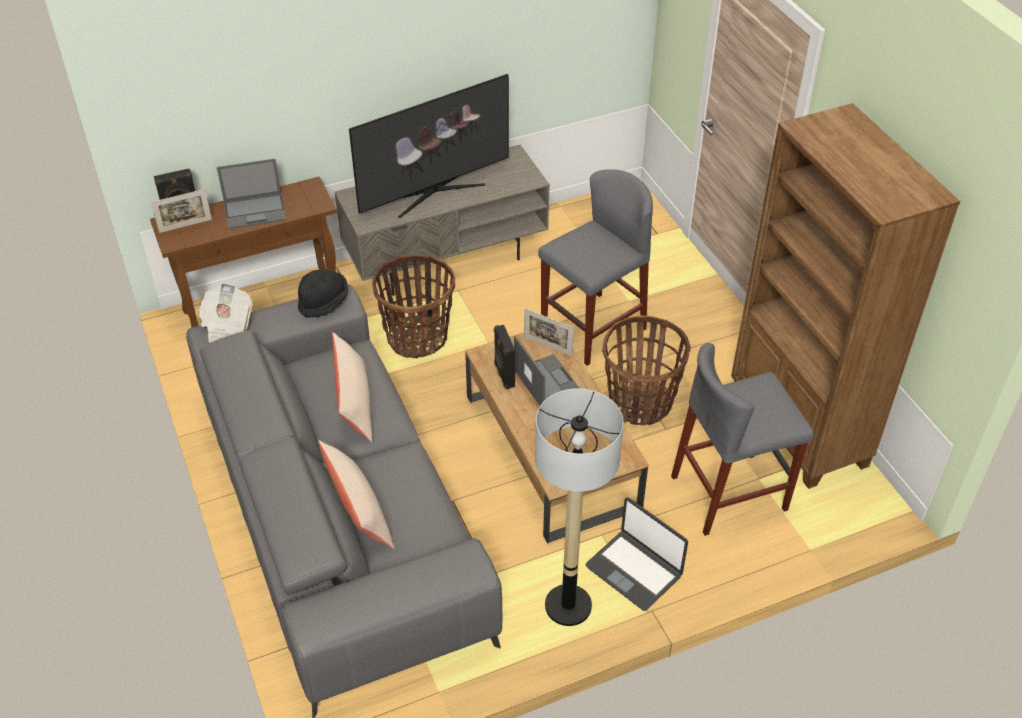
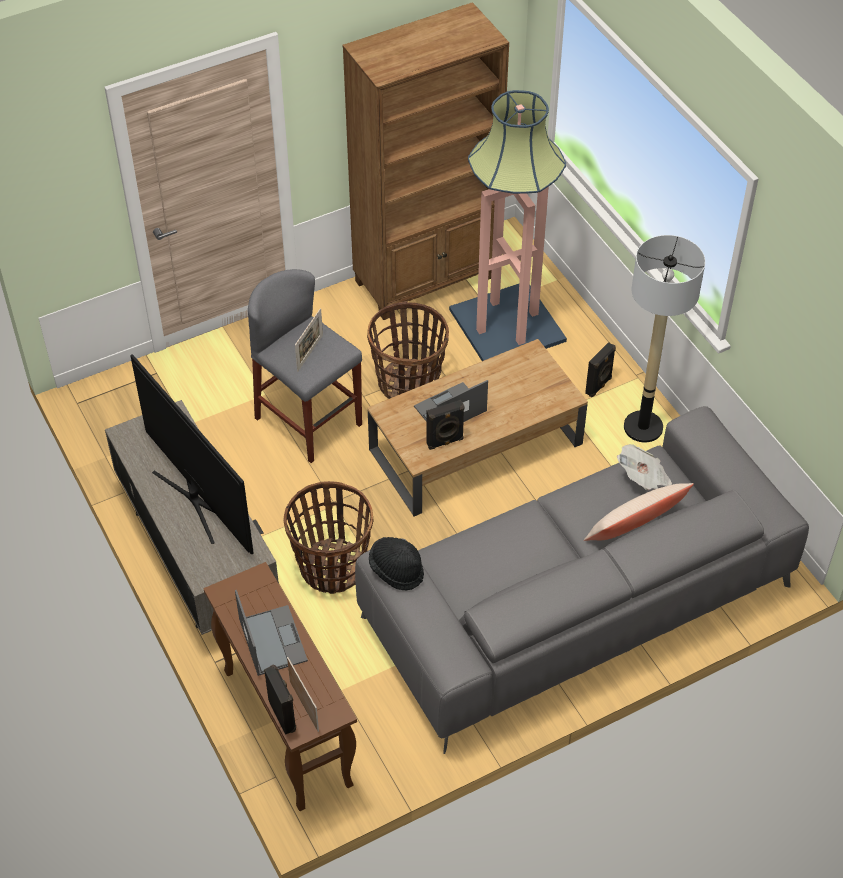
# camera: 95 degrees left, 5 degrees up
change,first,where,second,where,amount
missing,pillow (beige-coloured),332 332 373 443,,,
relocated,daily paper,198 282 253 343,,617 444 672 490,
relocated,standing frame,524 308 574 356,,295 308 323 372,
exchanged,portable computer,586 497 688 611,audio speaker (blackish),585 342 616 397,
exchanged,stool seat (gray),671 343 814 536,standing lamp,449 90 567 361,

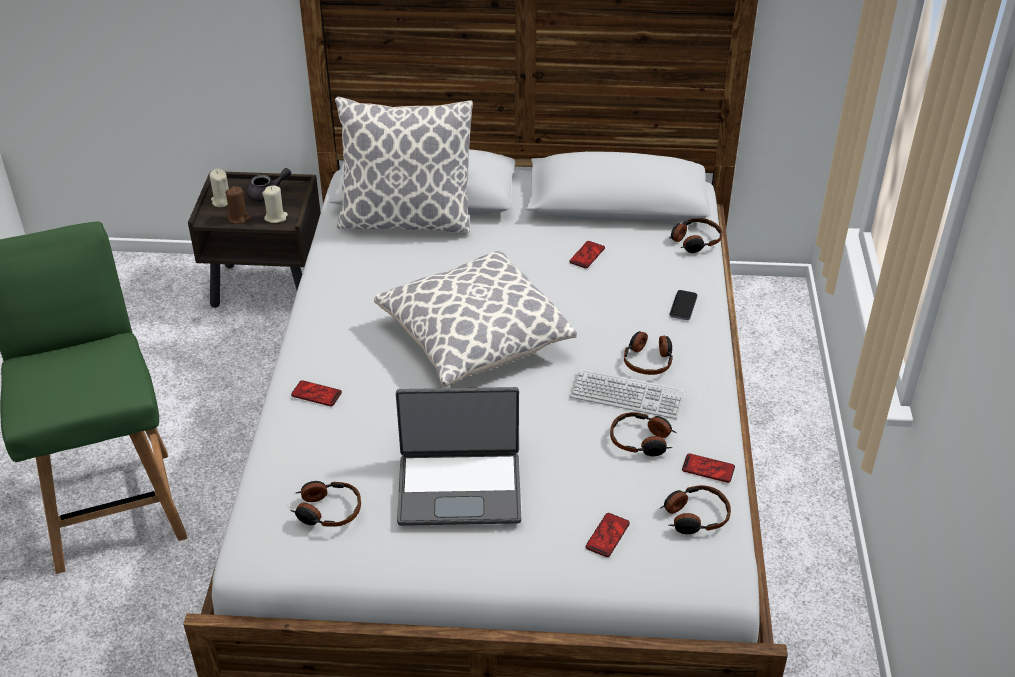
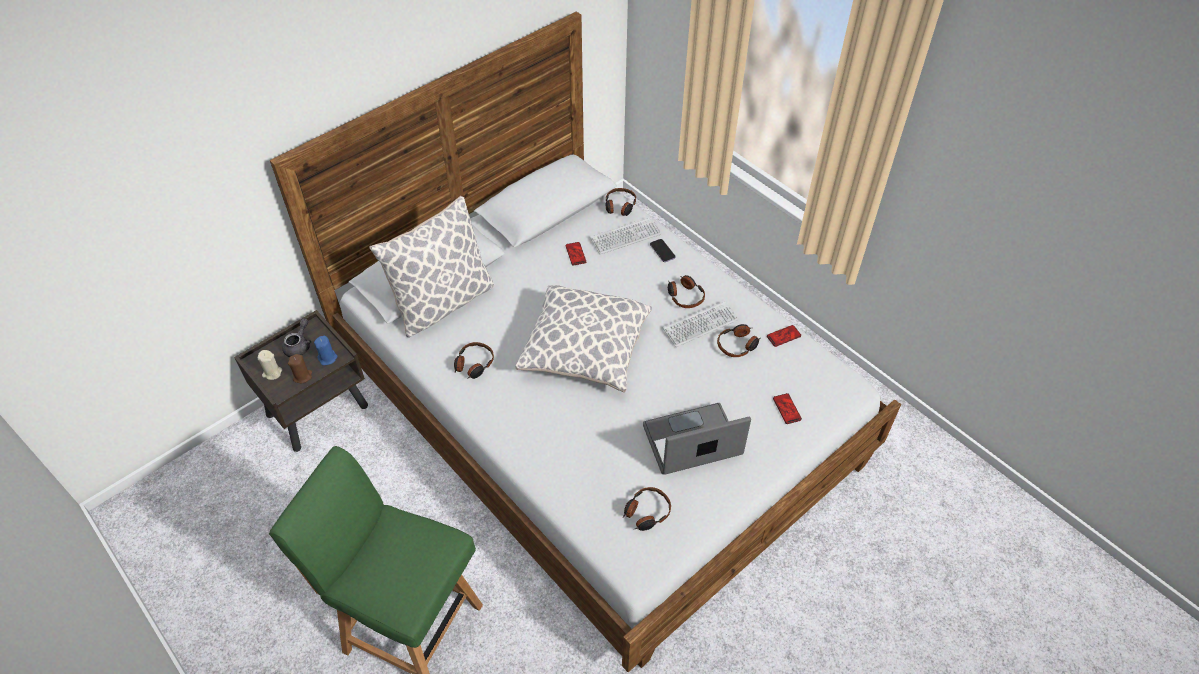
# camera: 45 degrees left, 10 degrees up
change,first,where,second,where,amount
missing,telephone,291 380 342 406,,,
appeared,,,PC keyboard,590 217 661 254,
relocated,headset,660 485 731 534,,454 342 494 379,
colour,candle (beige-coloured),262 186 288 223,candle (bluish),314 336 338 365,
spun,portable computer,396 387 521 526,,643 403 751 475,150 degrees counterclockwise

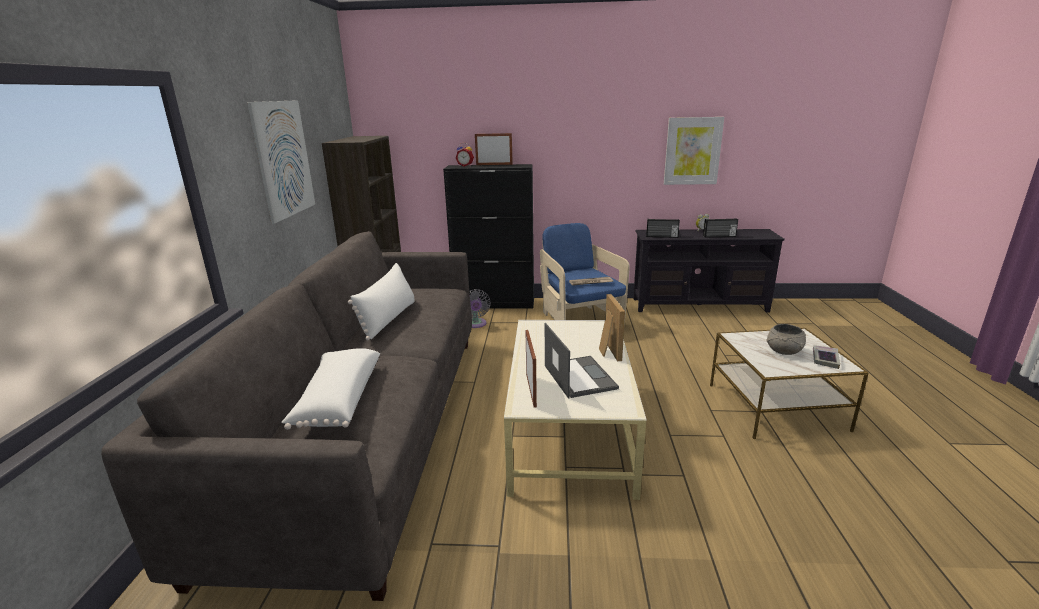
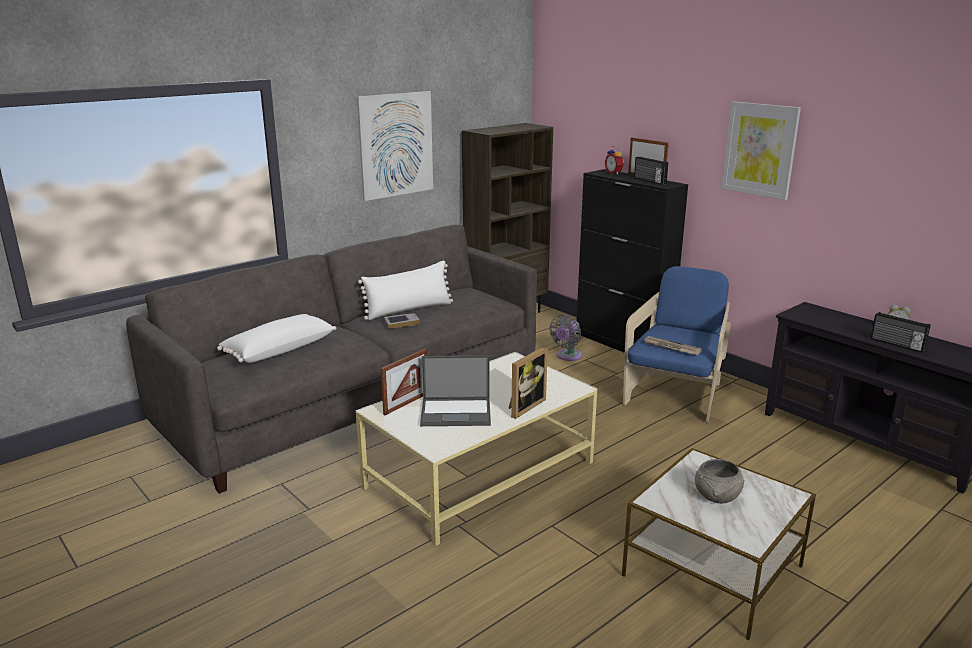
# camera: 45 degrees right, 0 degrees up
change,first,where,second,where,amount
relocated,radio receiver,646 219 680 238,,634 157 668 185,
relocated,wall art,664 117 724 185,,722 101 801 200,
relocated,bound book,813 345 840 369,,384 313 419 329,
spun,portable computer,545 323 619 398,,420 355 491 426,60 degrees clockwise

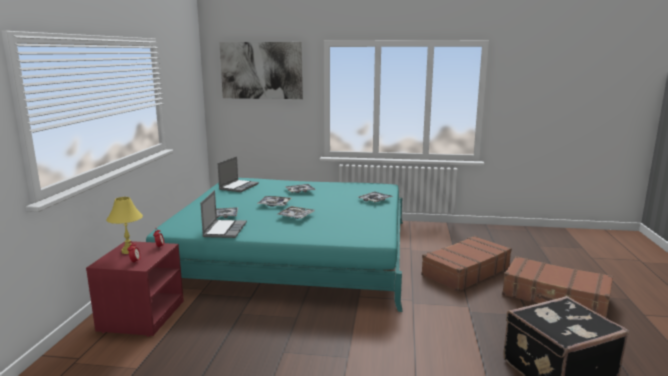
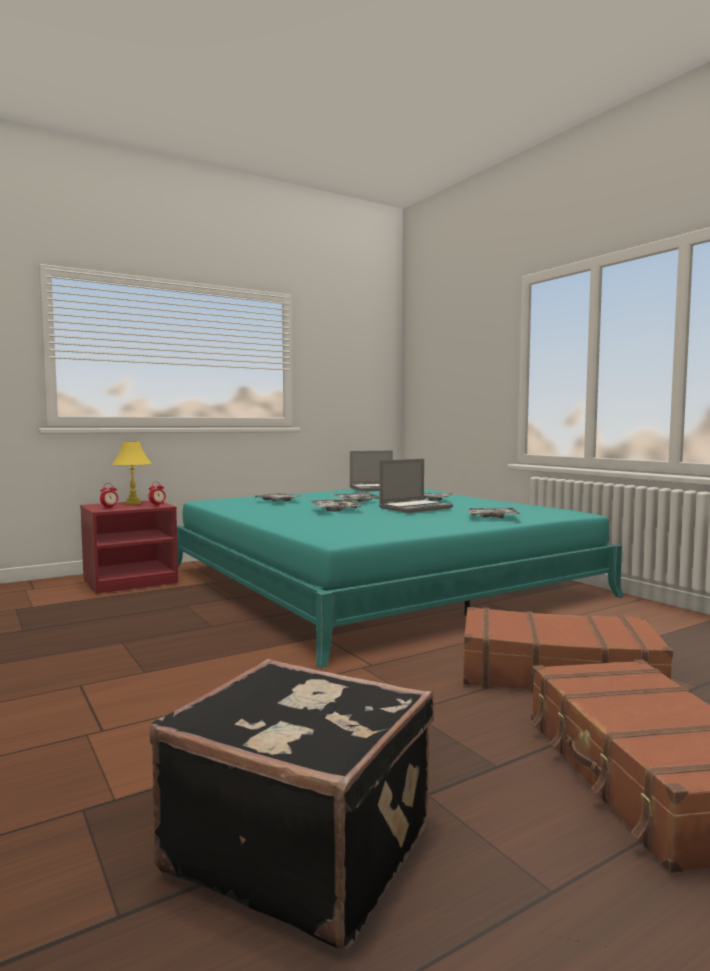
# camera: 50 degrees right, 10 degrees down
change,first,where,second,where,amount
missing,wall art,219 42 303 99,,,
relocated,portable computer,200 190 247 238,,379 459 453 513,

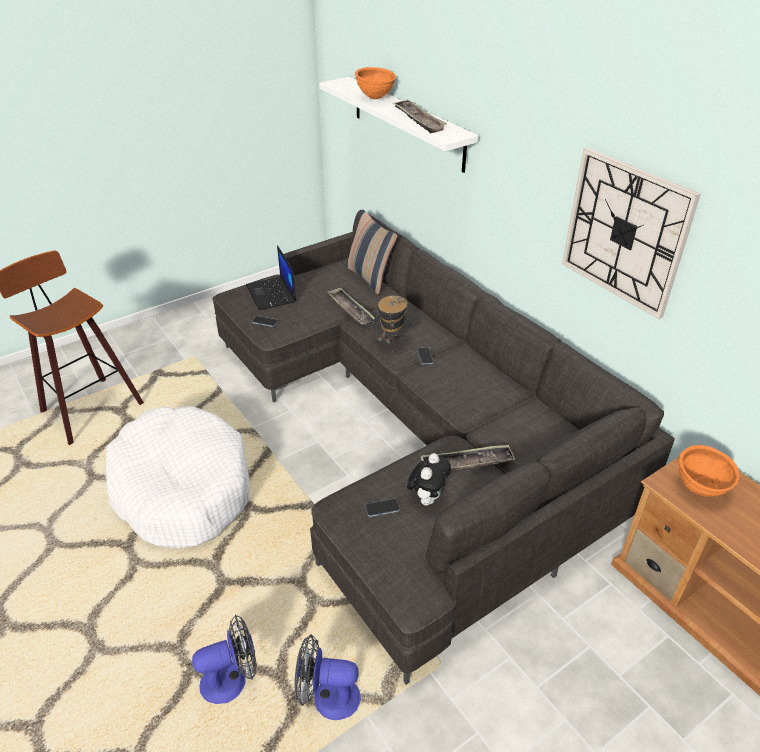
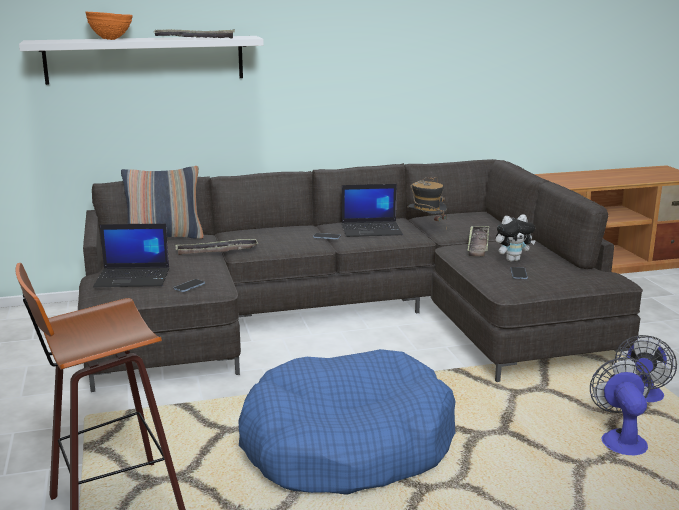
# camera: 70 degrees left, 20 degrees down
change,first,where,second,where,amount
missing,clock on the wall,562 147 701 319,,,
missing,serving bowl (orange-coloured),679 445 740 496,,,
appeared,,,portable computer,342 184 403 237,
relocated,clothing hat,373 296 412 346,,407 177 447 228,
colour,pet bed (whitish),106 406 250 549,pet bed (bluish),238 349 456 494,
spun,cuddly toy,407 453 451 506,,496 214 536 262,120 degrees clockwise

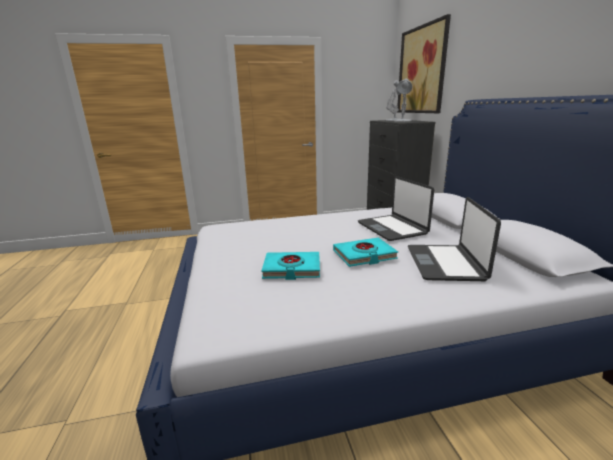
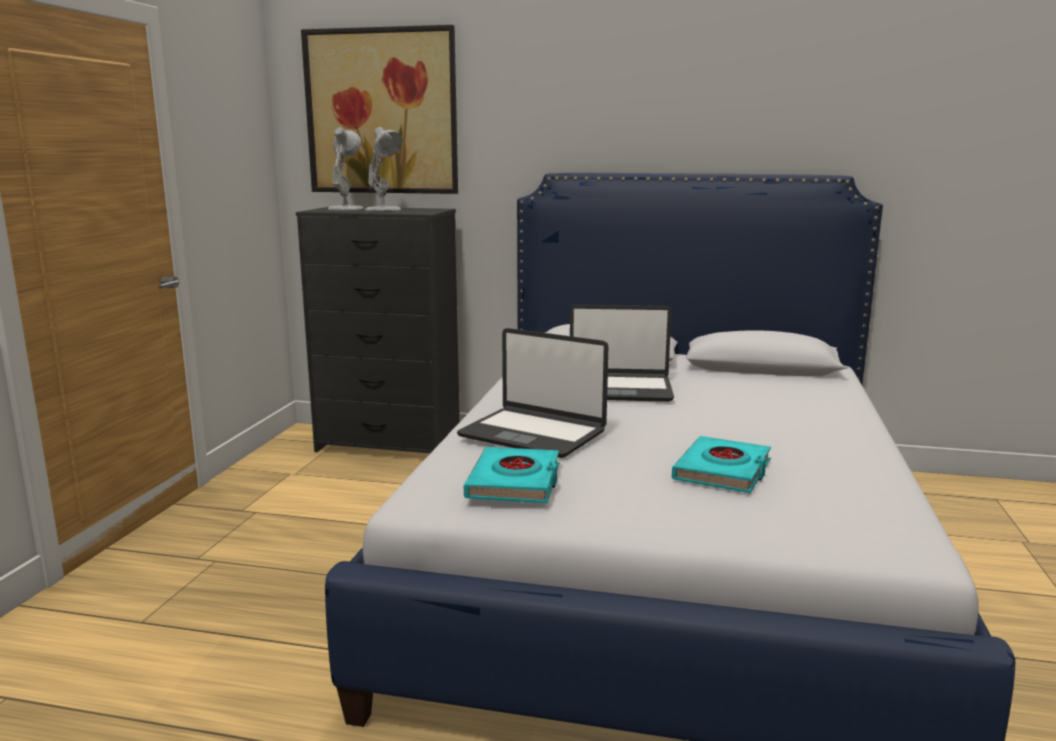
# camera: 65 degrees left, 5 degrees down
change,first,where,second,where,amount
relocated,bound book (blue-green),333 238 398 267,,464 447 560 503,
relocated,portable computer,408 197 501 281,,457 328 608 458,

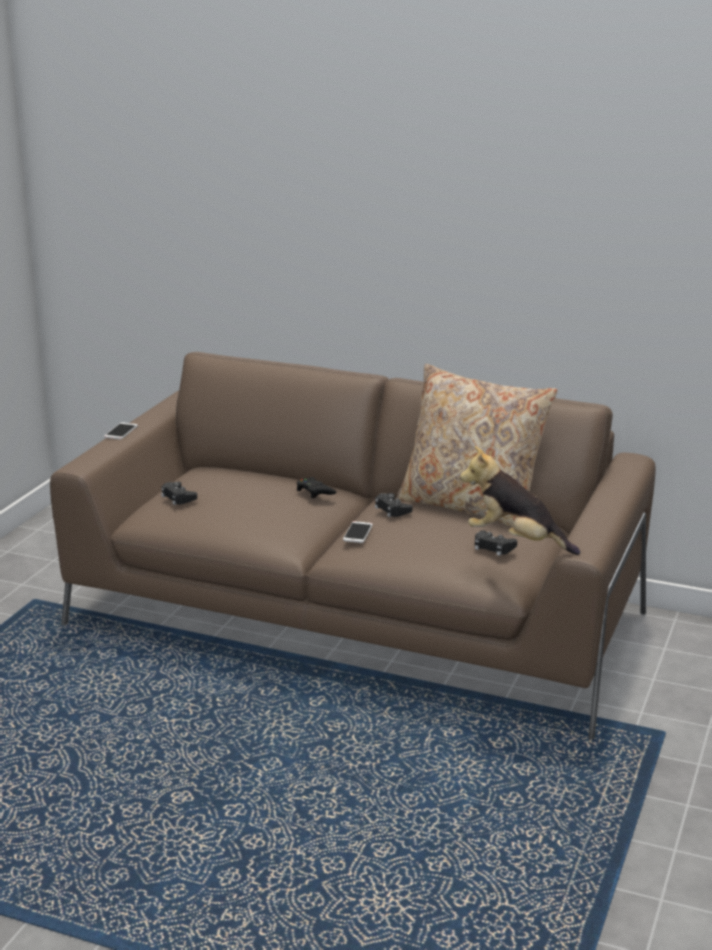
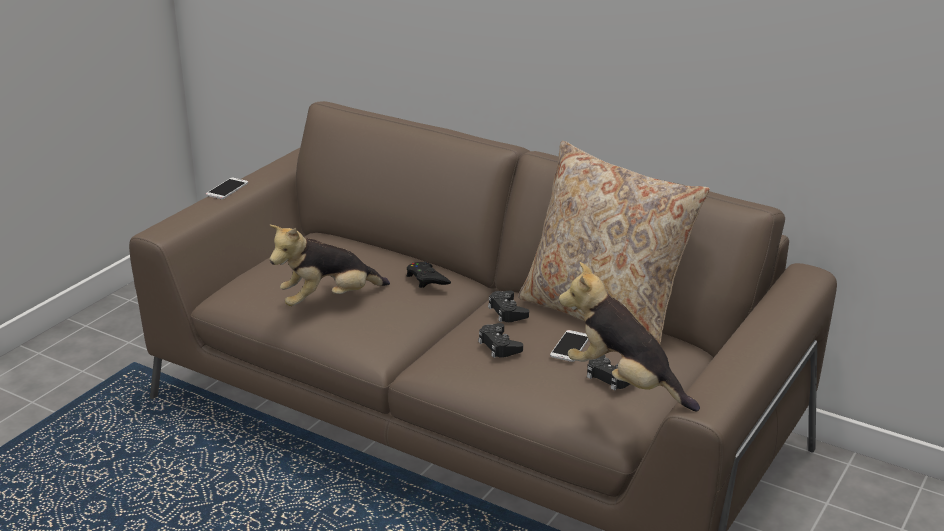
# camera: 10 degrees right, 5 degrees up
change,first,where,second,where,amount
appeared,,,cuddly toy,269 225 390 306,
relocated,joypad (blackish),161 482 197 505,,478 323 523 358,
relocated,telephone,343 521 373 543,,550 330 589 362,

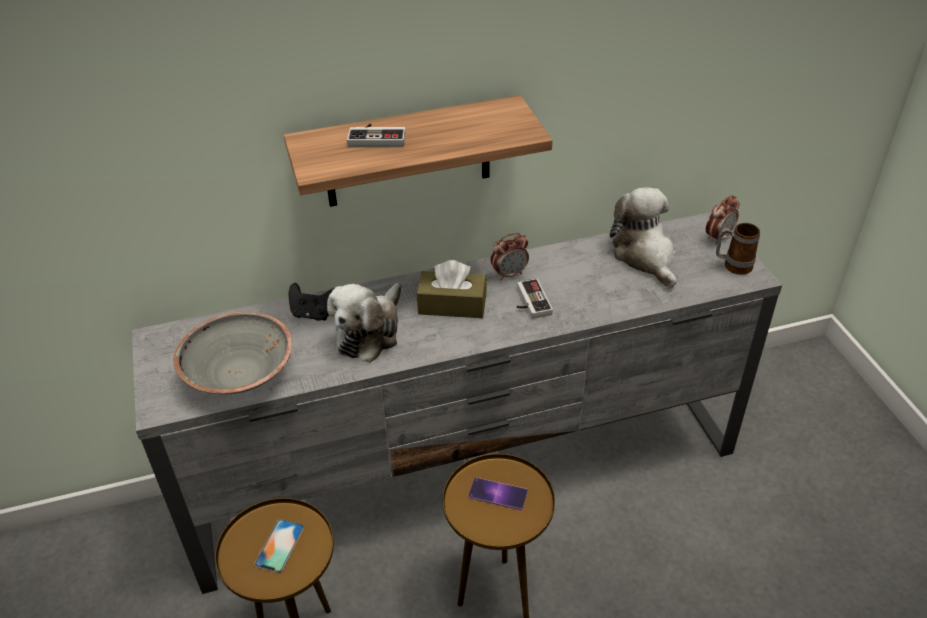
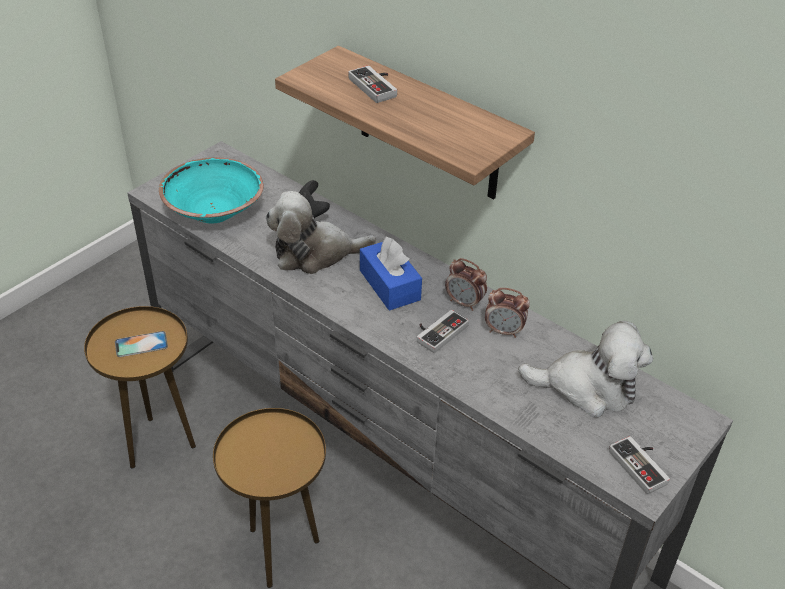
# camera: 55 degrees right, 0 degrees up
change,first,where,second,where,amount
missing,telephone,468 478 528 510,,,
relocated,alarm clock,706 195 739 244,,485 288 530 338,
exchanged,tea mug,716 223 760 275,joypad,609 436 670 494,
colour,serving bowl (gray),174 312 292 394,serving bowl (blue-green),159 157 264 224,
colour,tissue box (brown),417 260 487 318,tissue box (bluish),360 237 422 311,
spun,cuddly toy,610 188 677 288,,518 321 653 417,60 degrees clockwise

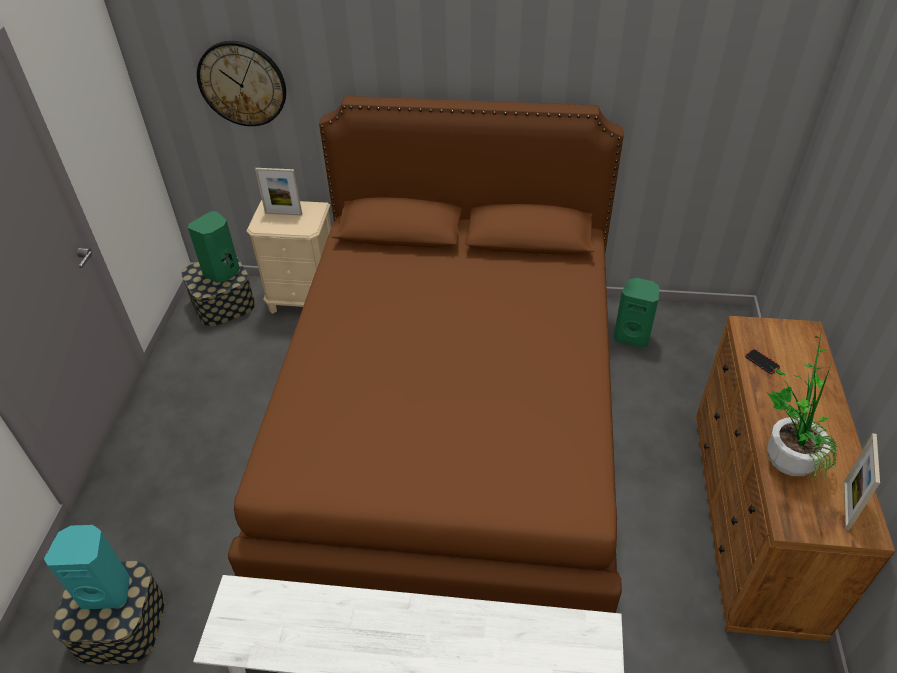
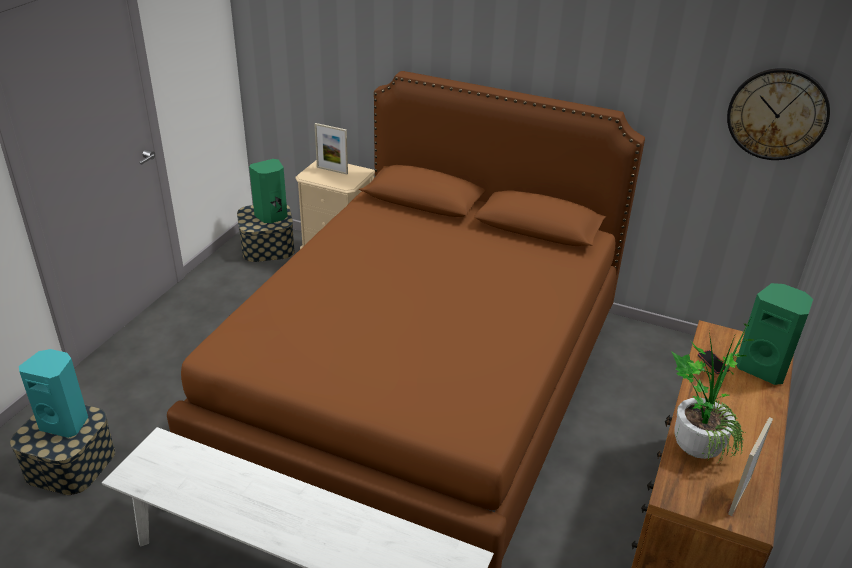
# camera: 15 degrees right, 10 degrees down
change,first,where,second,where,amount
relocated,clock on the wall,197 41 286 126,,727 68 830 160,
relocated,audio speaker (greenish),613 278 659 348,,736 283 813 385,

